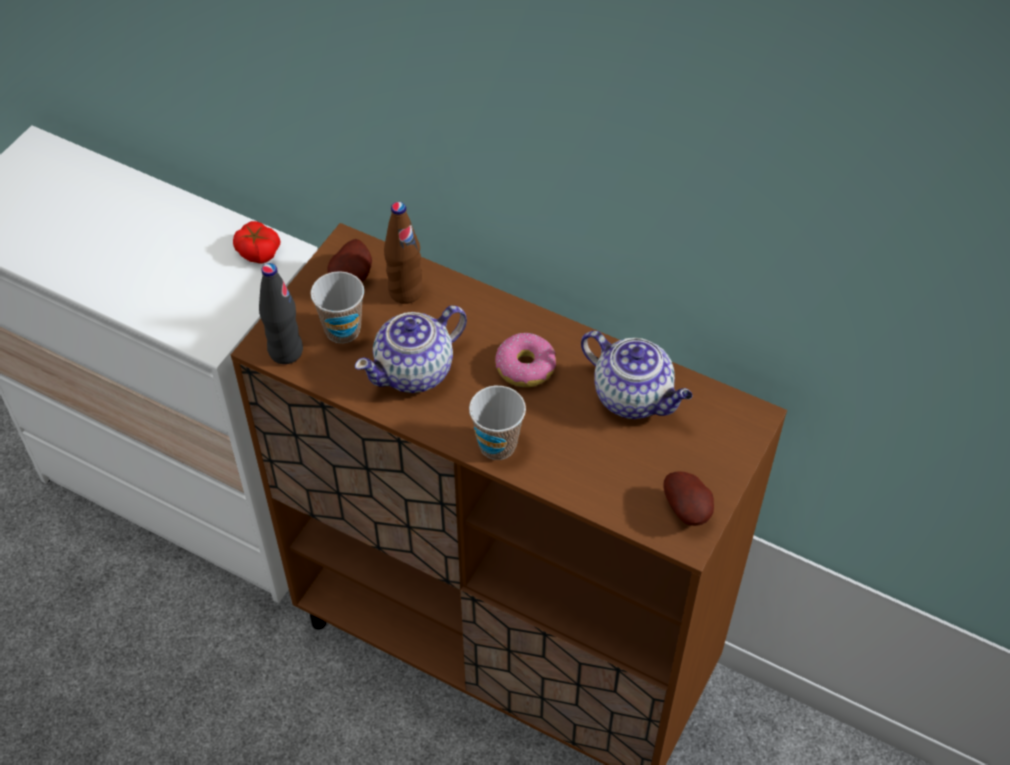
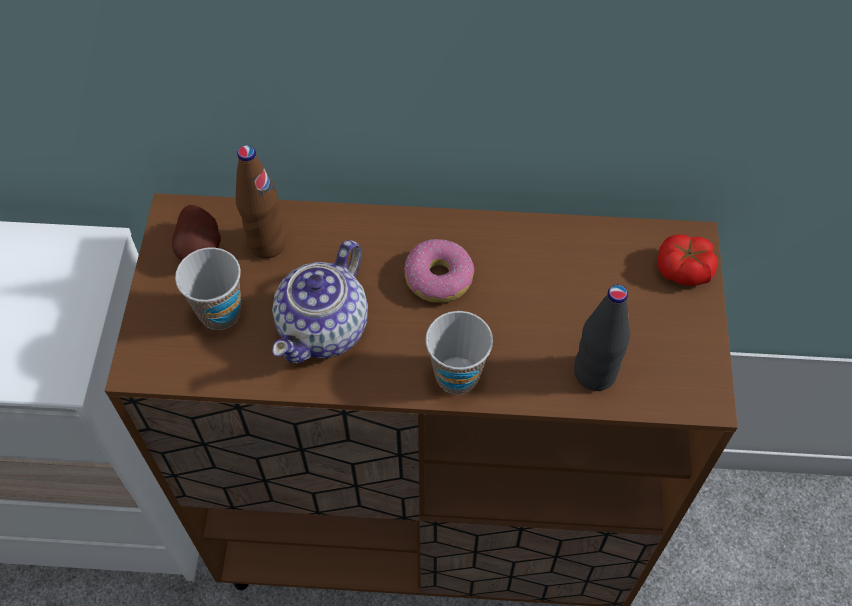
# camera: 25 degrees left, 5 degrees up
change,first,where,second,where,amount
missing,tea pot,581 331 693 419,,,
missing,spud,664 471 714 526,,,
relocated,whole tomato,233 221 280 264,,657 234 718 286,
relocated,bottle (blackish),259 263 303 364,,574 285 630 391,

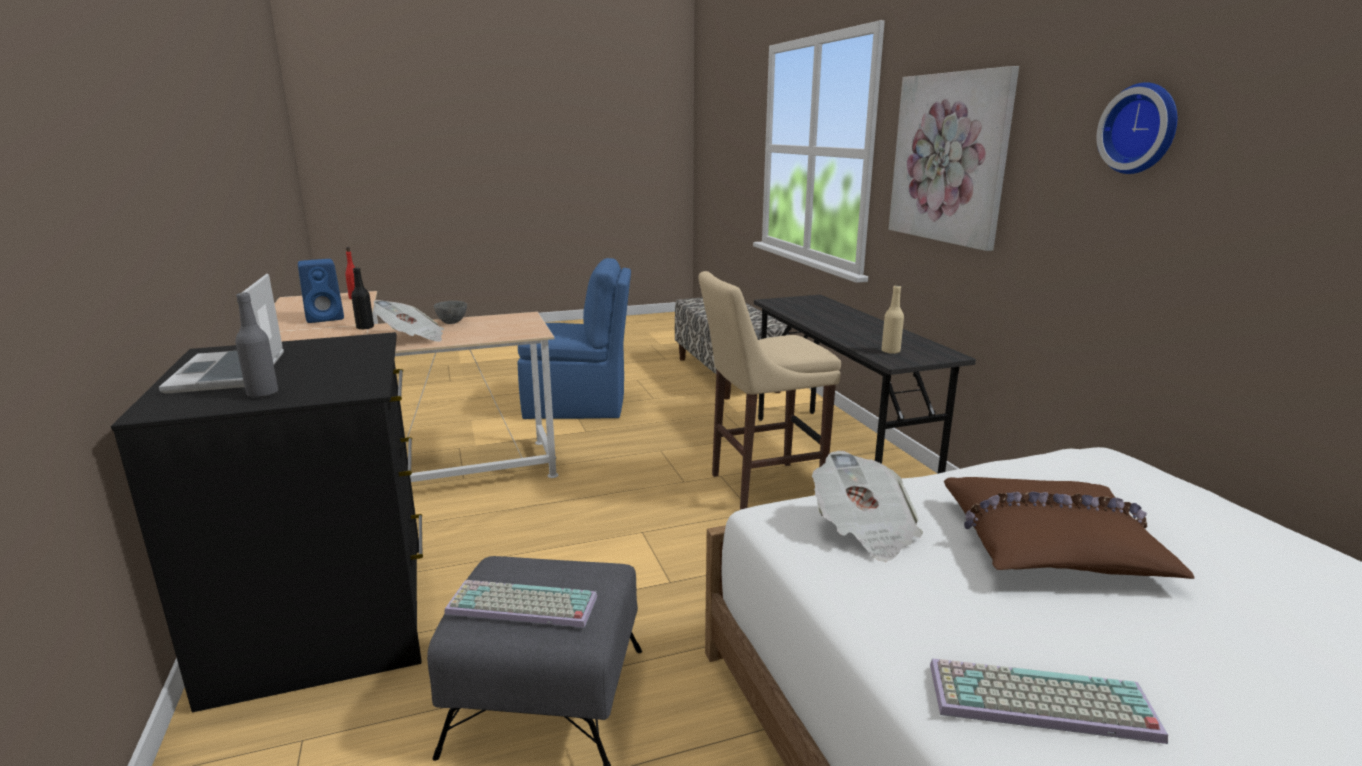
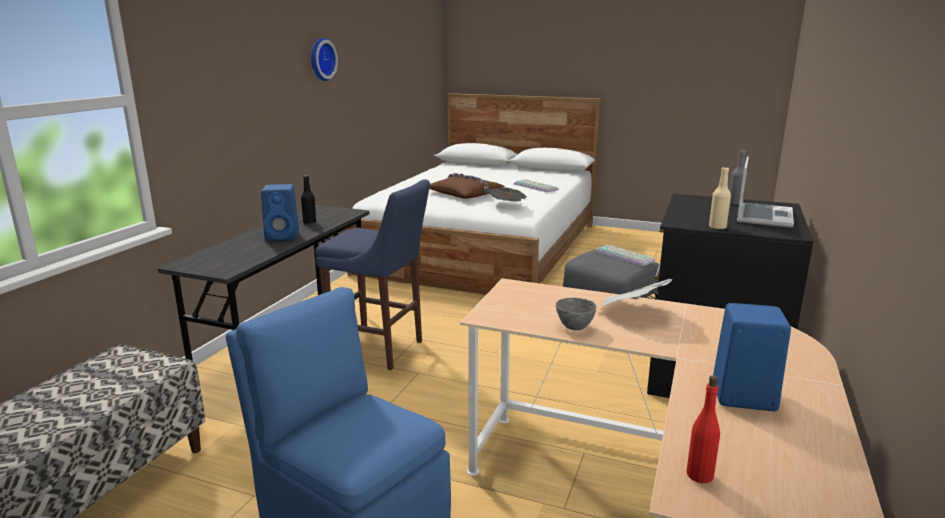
# camera: 140 degrees left, 0 degrees up
change,first,where,second,where,amount
missing,wall art,889 66 1019 251,,,
appeared,,,audio speaker (bluish),261 184 299 241,
relocated,bottle (blackish),351 268 374 330,,301 175 317 224,
relocated,bottle (beige-coloured),881 285 904 354,,709 167 731 230,
colour,stool seat (beige-coloured),698 271 841 510,stool seat (bluish),315 179 430 370,

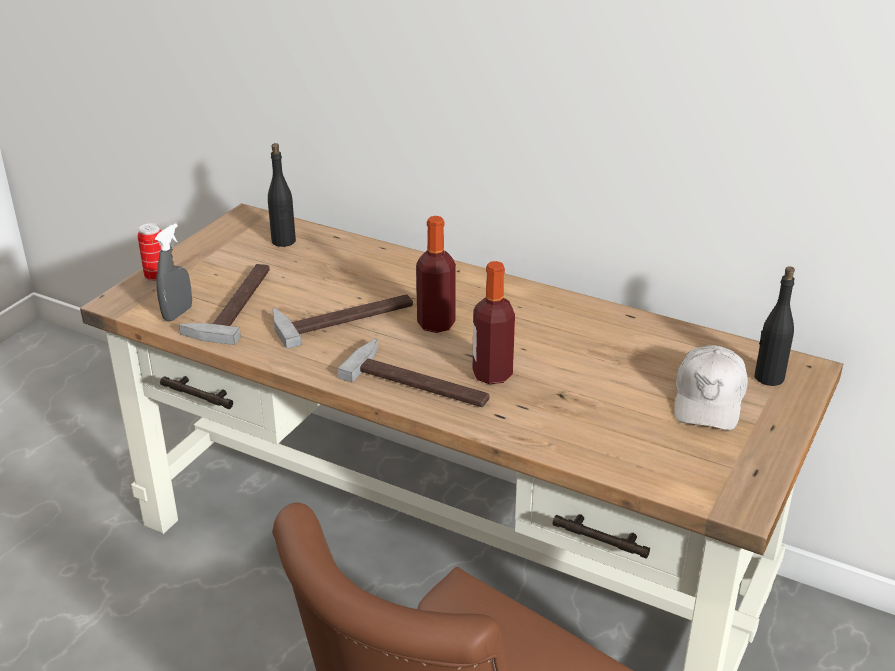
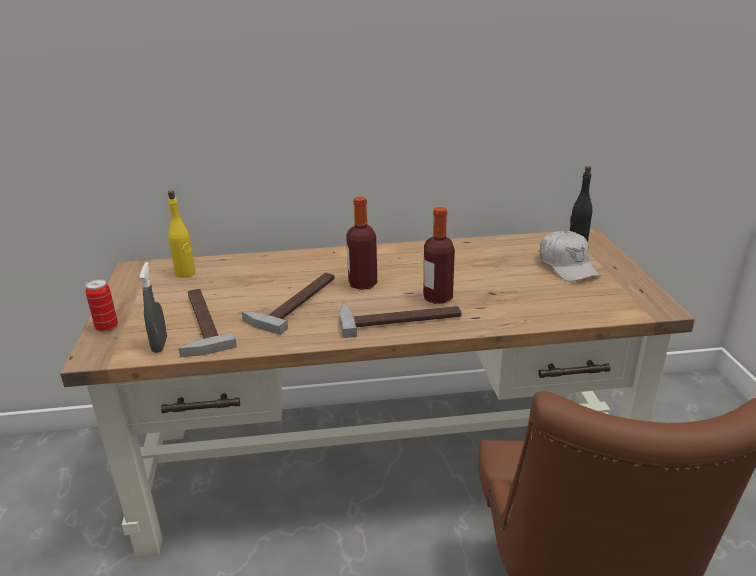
# camera: 35 degrees left, 5 degrees down
change,first,where,second,where,amount
colour,bottle (blackish),268 143 296 247,bottle (yellow-coloured),168 190 196 278,

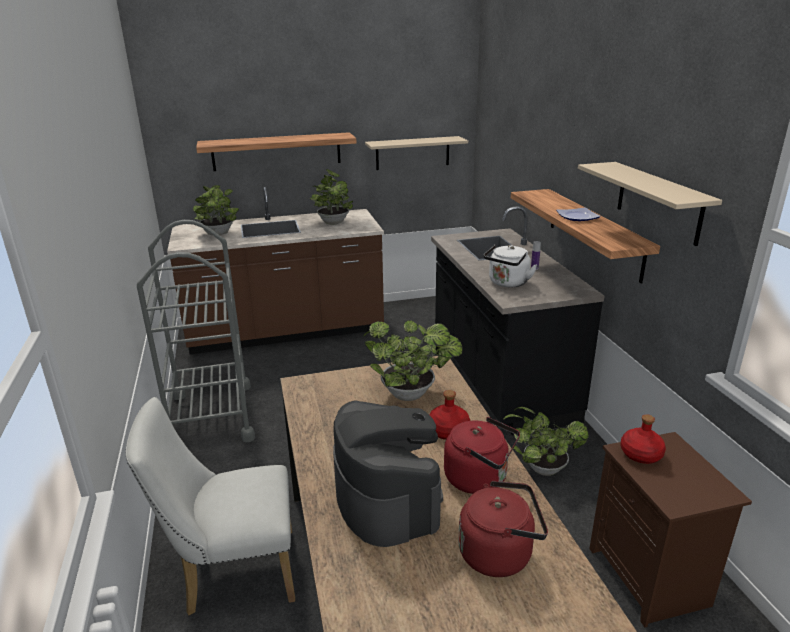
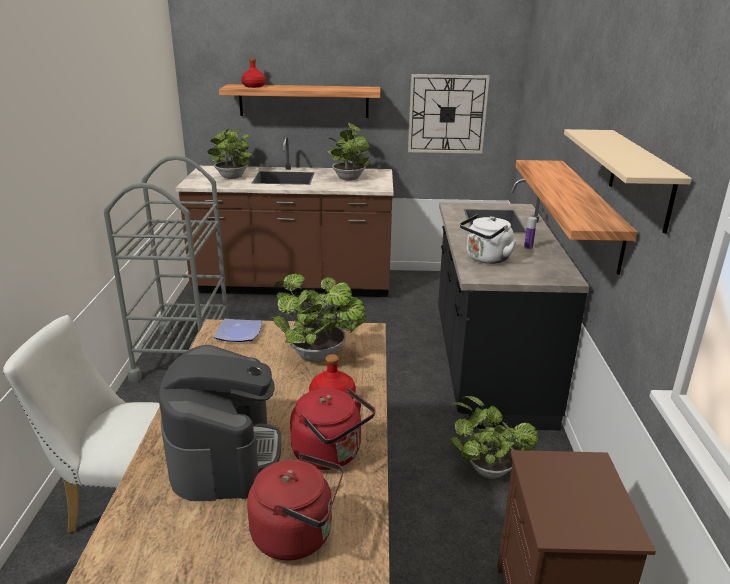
# camera: 15 degrees right, 0 degrees up
change,first,where,second,where,amount
relocated,dinner plate,556 207 601 221,,214 319 262 342,
relocated,bottle (red-coloured),621 414 666 464,,241 59 266 88,
exchanged,wall shelf (beige-coloured),365 136 468 170,clock on the wall,408 74 490 154,

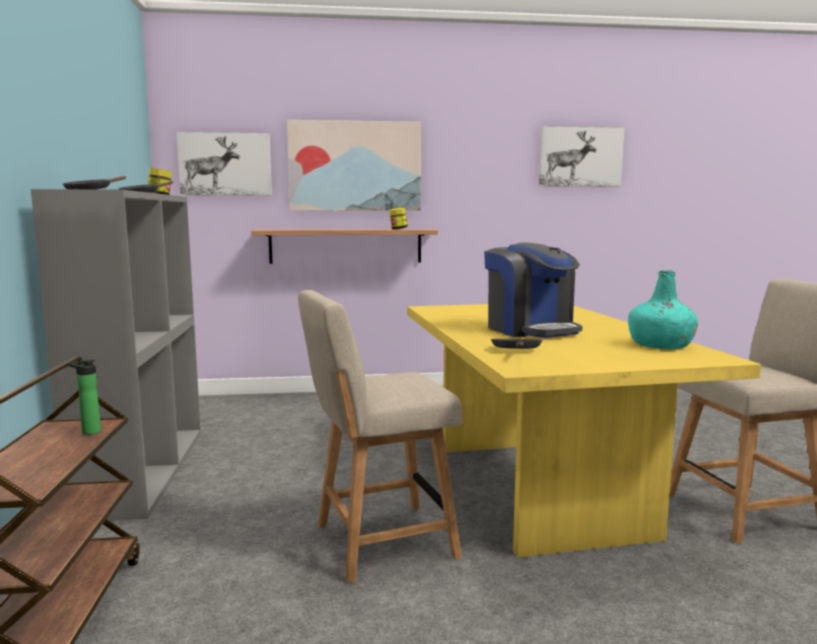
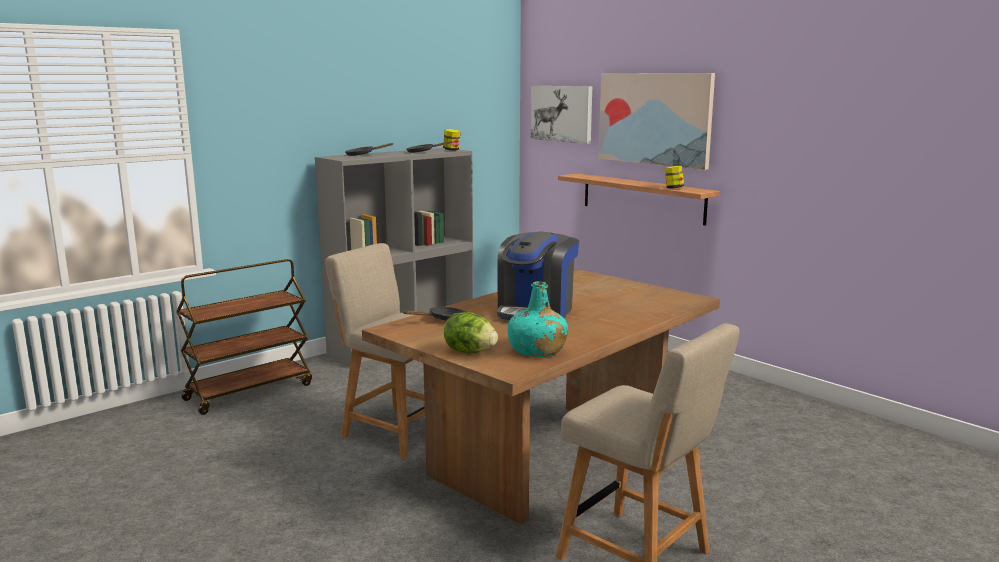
# camera: 55 degrees right, 5 degrees up
change,first,where,second,where,amount
missing,bottle,67 359 101 435,,,
missing,wall art,539 127 624 187,,,
appeared,,,lettuce,444 312 498 353,
colour,dining table (yellow-coloured),407 304 761 557,dining table (brown),362 269 720 525,

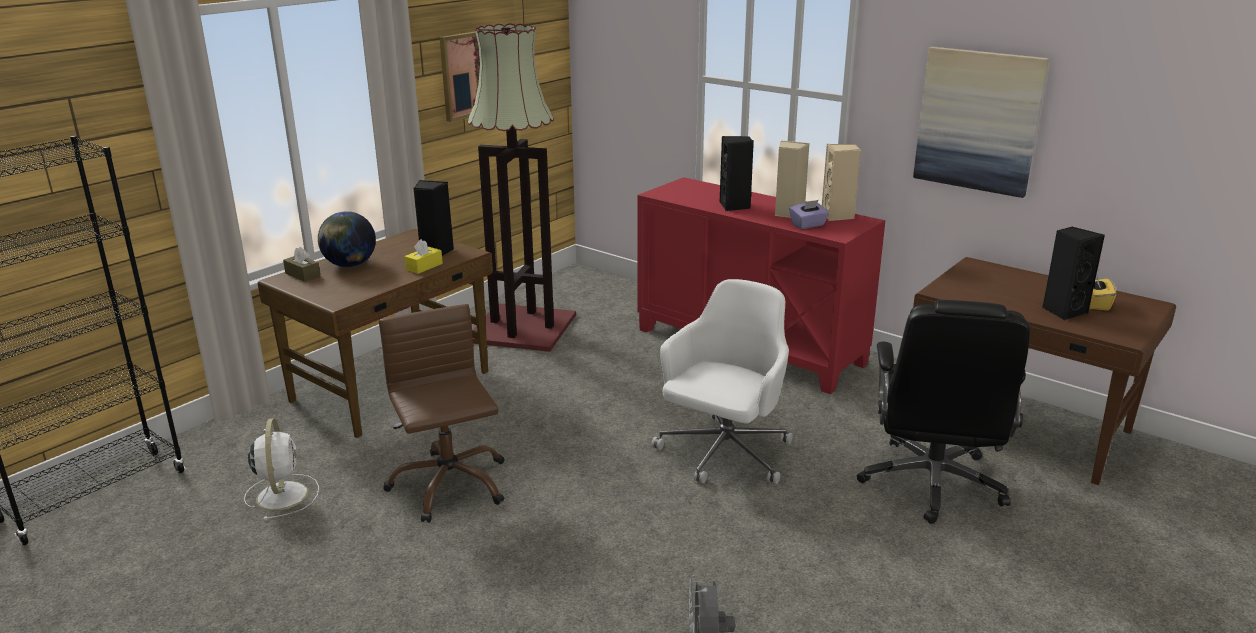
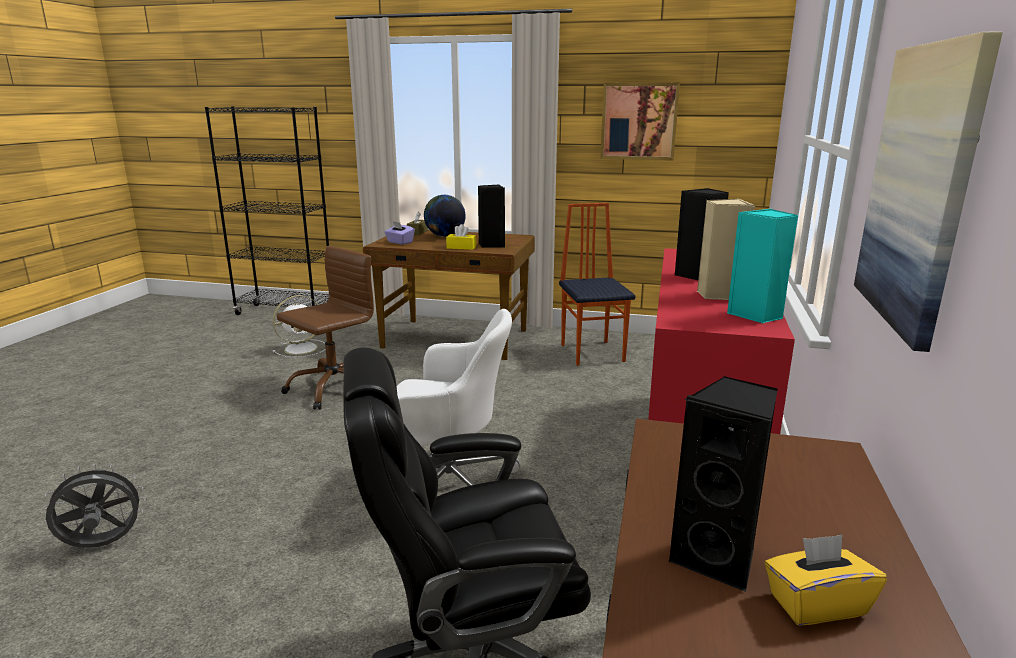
# camera: 65 degrees right, 5 degrees down
change,first,where,second,where,amount
relocated,tissue box (purplish),789 200 829 229,,384 221 415 245,
exchanged,standing lamp,468 23 576 352,chair,559 203 635 366,
colour,audio speaker (beige-coloured),822 144 861 221,audio speaker (blue-green),727 208 798 324,

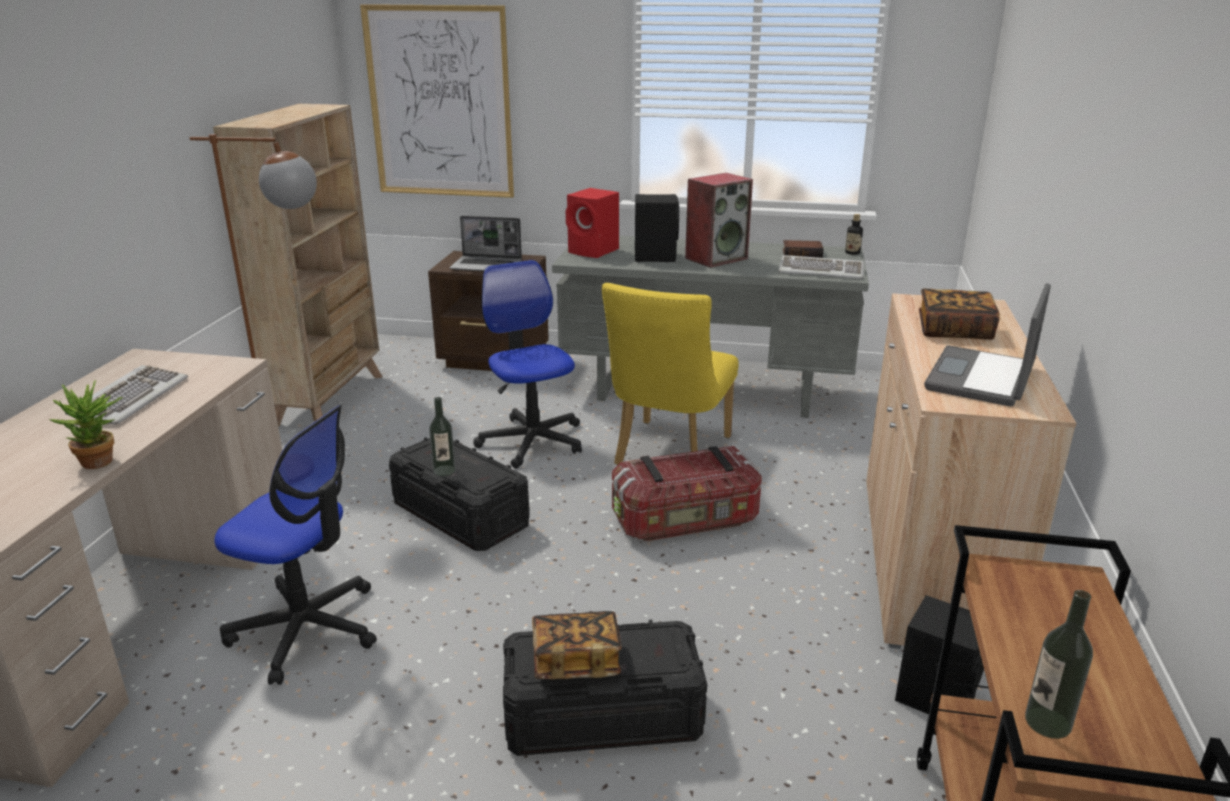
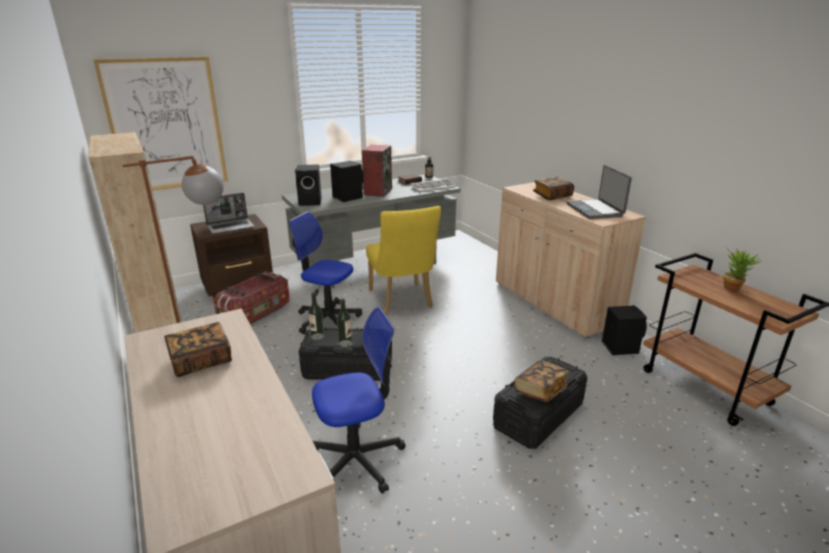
# camera: 40 degrees left, 0 degrees up
change,first,where,second,where,amount
relocated,plant in a pot,49 380 123 469,,723 248 762 291,
relocated,storage box,612 446 762 542,,213 271 290 325,
relocated,bottle,1025 590 1093 739,,308 293 324 340,
exchanged,PC keyboard,65 365 188 425,bound book,164 322 232 377,
colour,audio speaker (red-coloured),566 188 619 258,audio speaker (blackish),295 164 322 206,

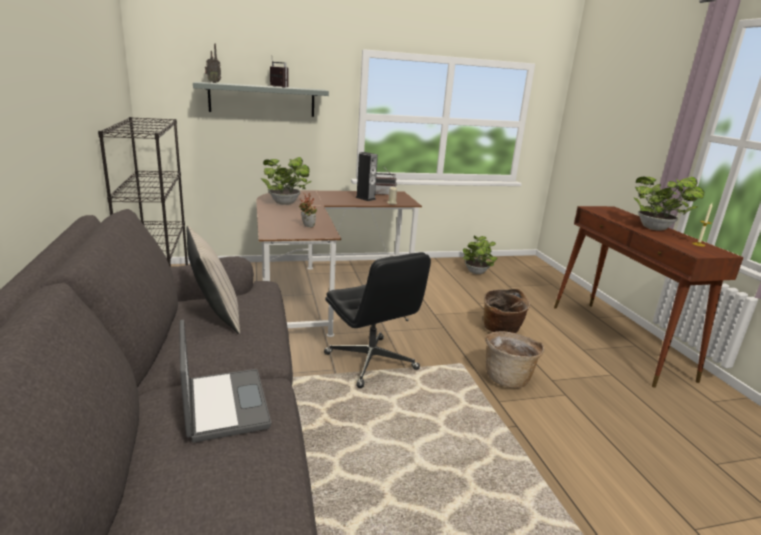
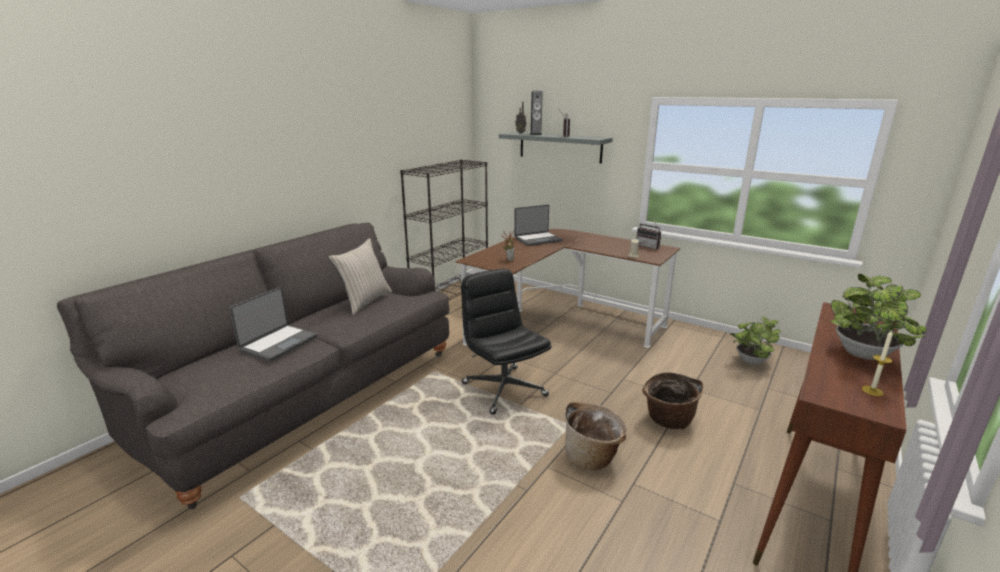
# camera: 50 degrees right, 0 degrees up
change,first,where,second,where,amount
relocated,audio speaker,355 152 378 201,,530 91 543 135,
exchanged,plant in a pot,261 157 312 205,portable computer,514 205 562 246,
spun,office chair (blackish),324 252 431 388,,461 269 552 414,135 degrees clockwise

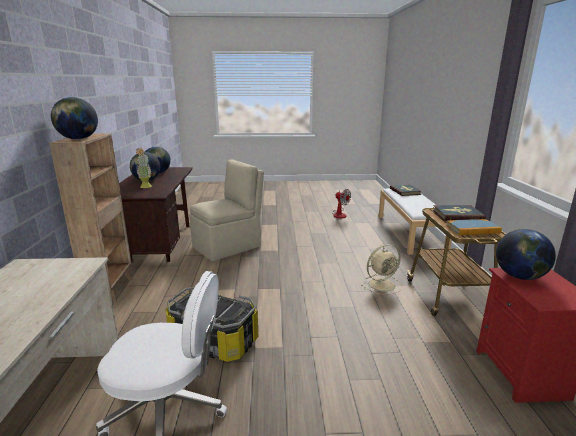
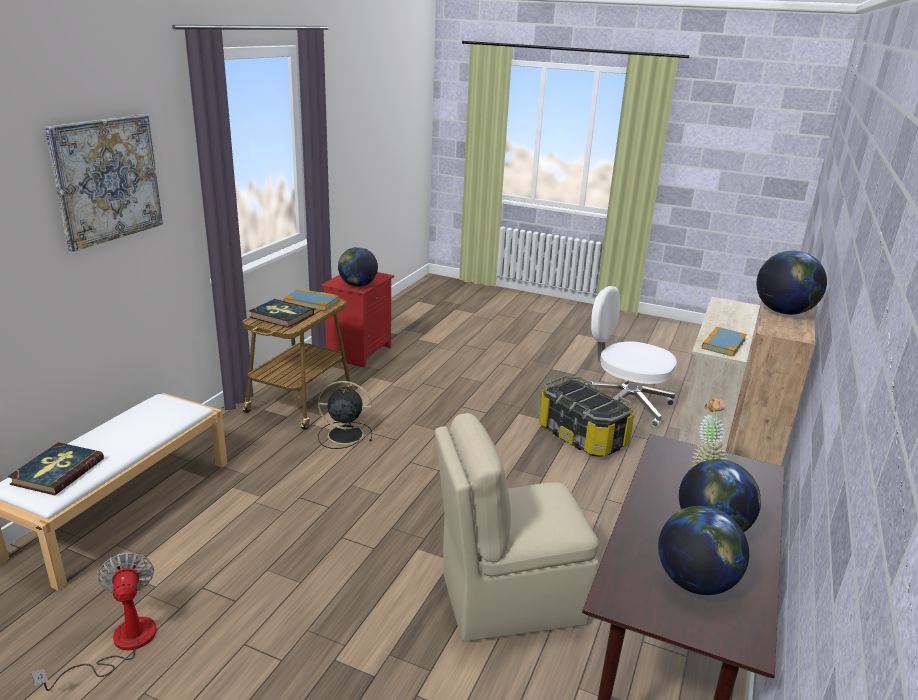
# camera: 155 degrees left, 5 degrees up
change,first,where,second,where,amount
appeared,,,wall art,45 114 163 252,
appeared,,,bound book,702 327 747 357,
colour,fan (beige-coloured),361 244 402 295,fan (blackish),318 381 372 449,

